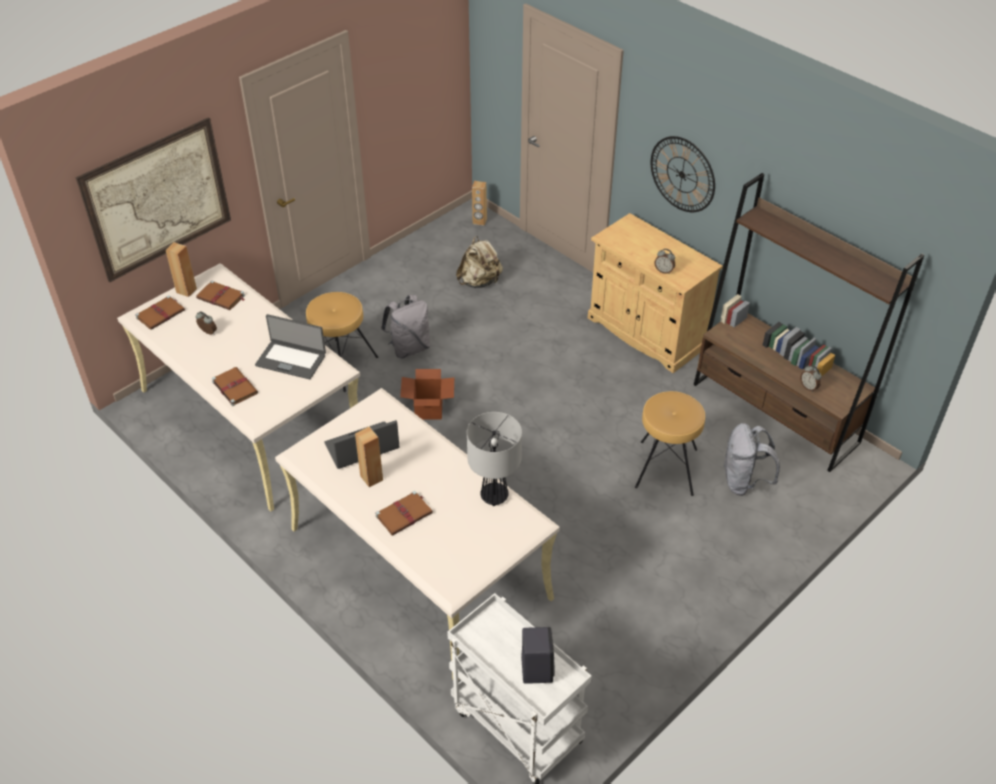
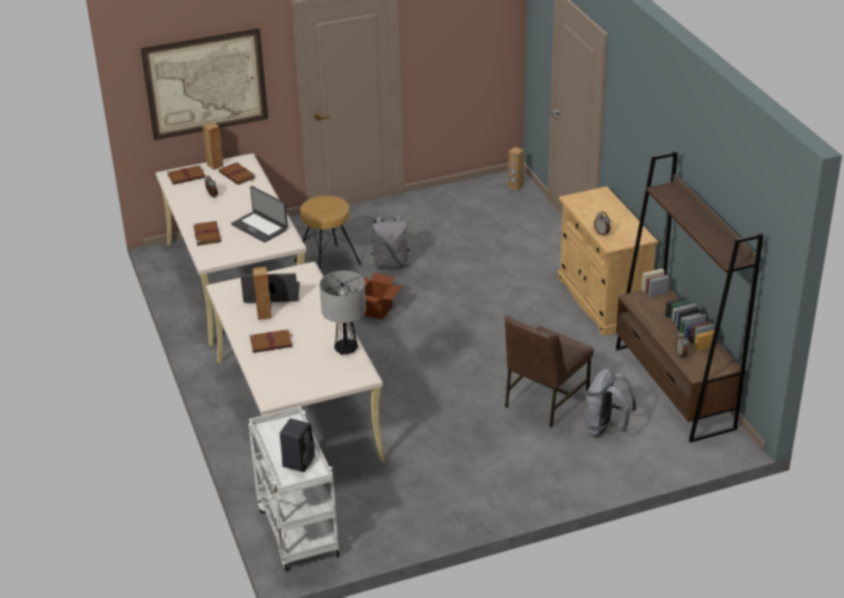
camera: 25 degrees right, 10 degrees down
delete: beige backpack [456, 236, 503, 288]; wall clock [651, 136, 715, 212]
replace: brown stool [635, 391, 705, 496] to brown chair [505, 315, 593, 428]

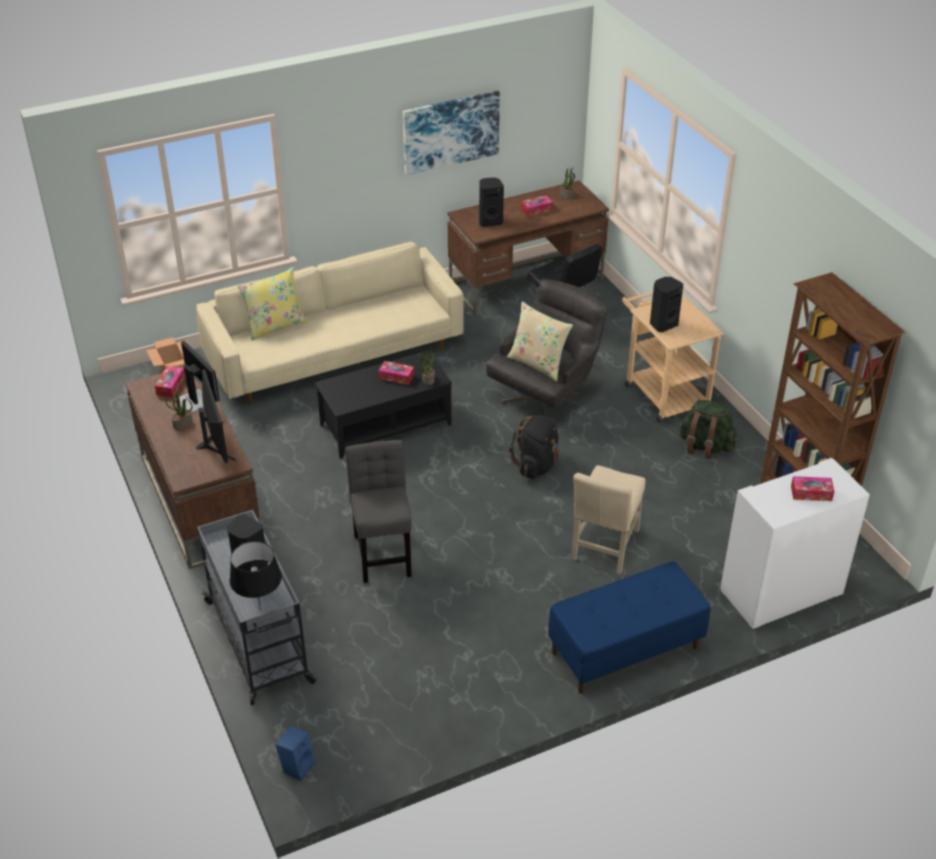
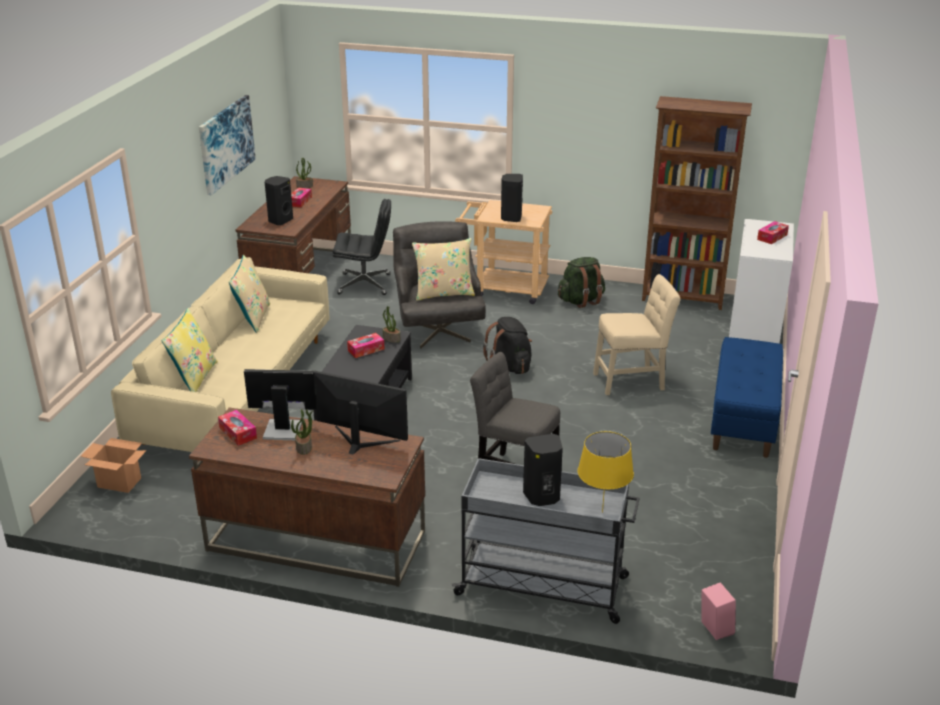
camera: 50 degrees left, 10 degrees down
insert: beige pillow [229, 255, 270, 333]
recolor: black table lamp [229, 541, 282, 611] to yellow table lamp [578, 431, 634, 513]; blue speaker [276, 726, 316, 781] to pink speaker [701, 582, 736, 640]
rotate: beige chair [571, 465, 646, 574] = [593, 274, 681, 395] 75 degrees counterclockwise

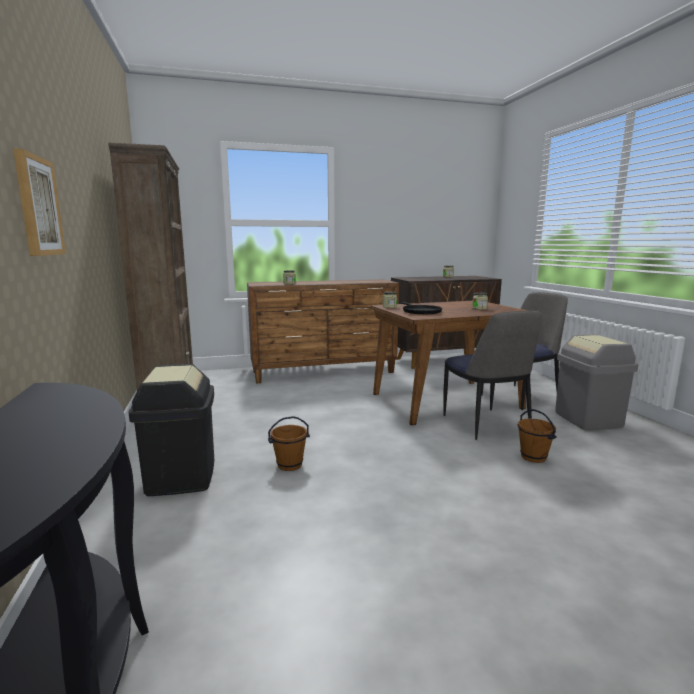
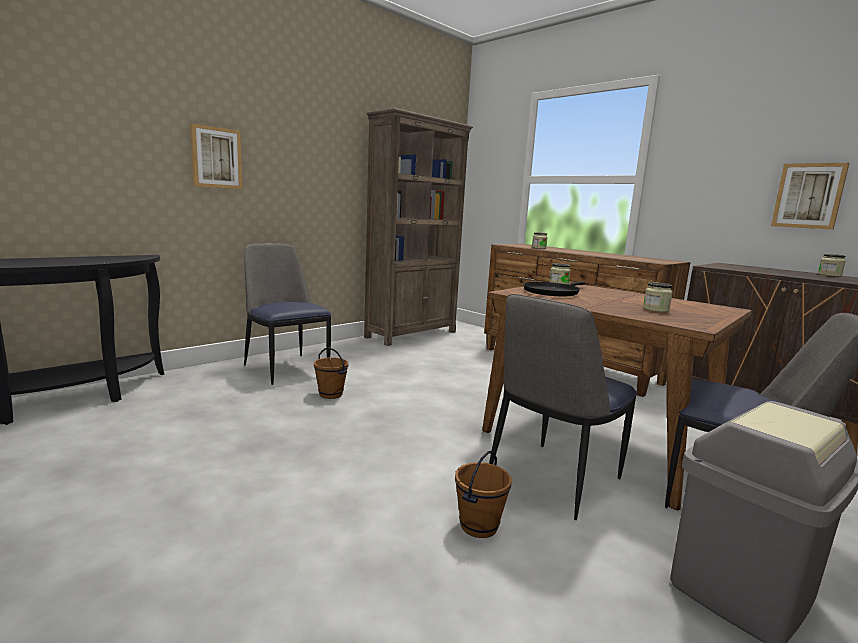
camera: 60 degrees right, 0 degrees up
insert: picture [771, 163, 849, 230]
replace: black trash can [128, 364, 214, 496] to chair [244, 243, 331, 385]

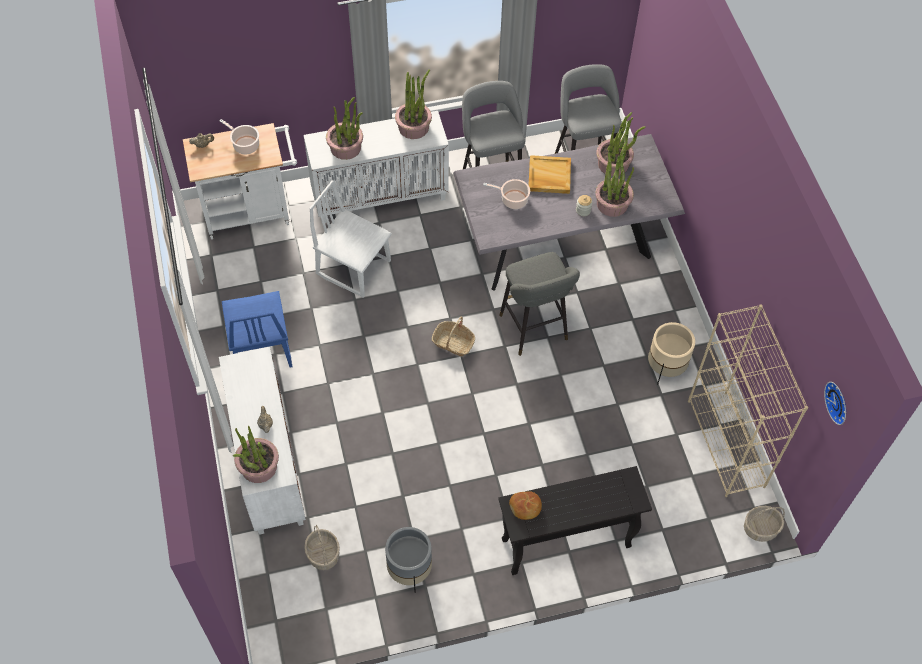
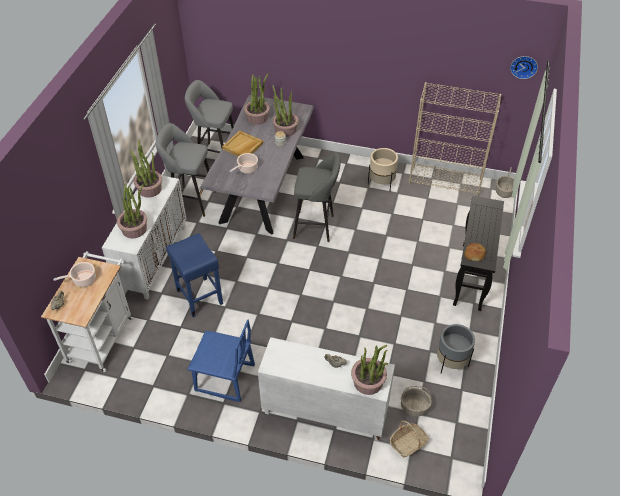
camera: 60 degrees left, 10 degrees down
move: basket [432, 316, 475, 356] to [390, 420, 429, 458]
replace: white chair [309, 180, 392, 298] to blue stool [166, 233, 223, 317]

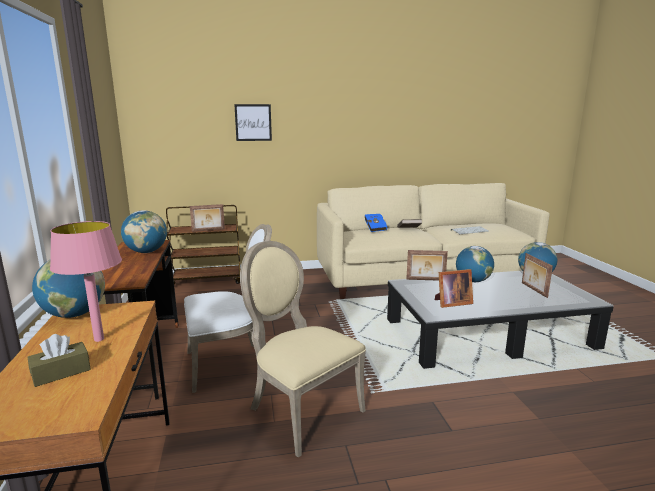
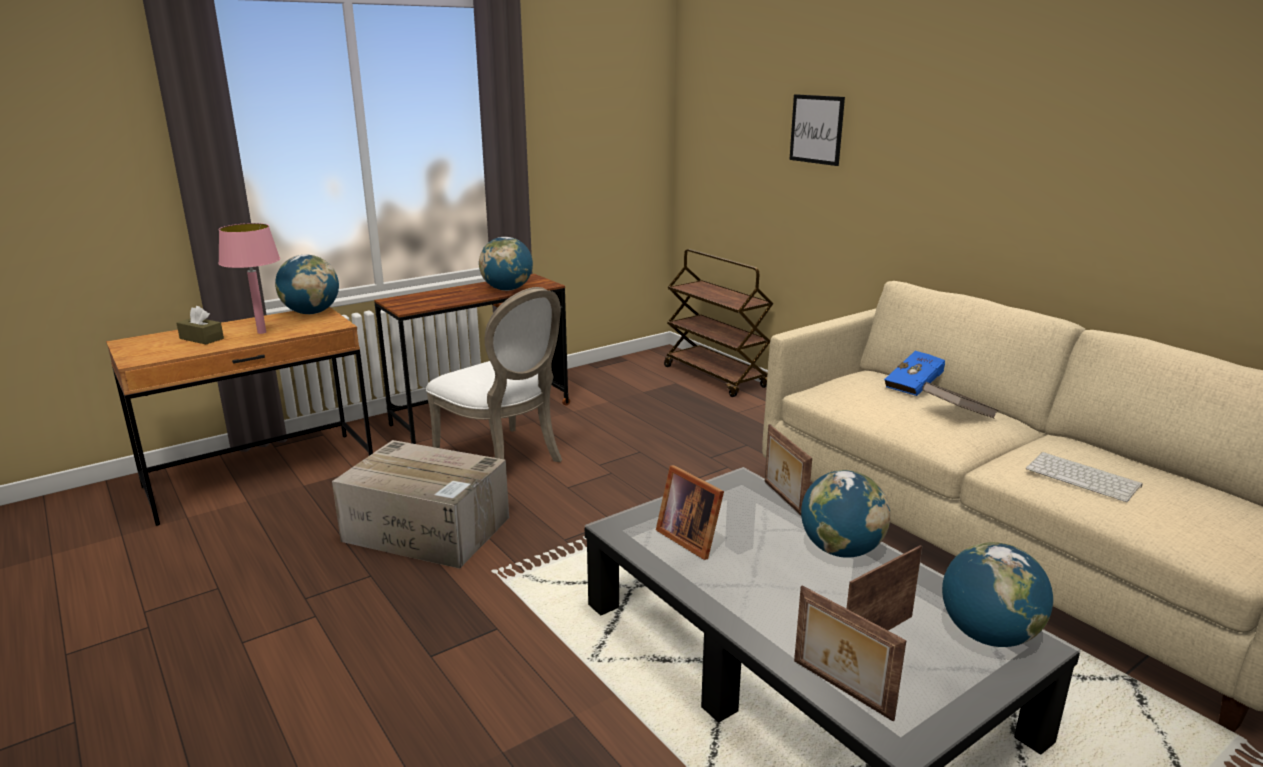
camera: 65 degrees right, 5 degrees up
move: picture frame [190, 204, 225, 232] to [794, 585, 906, 721]
replace: beige chair [240, 241, 366, 458] to cardboard box [332, 440, 509, 569]

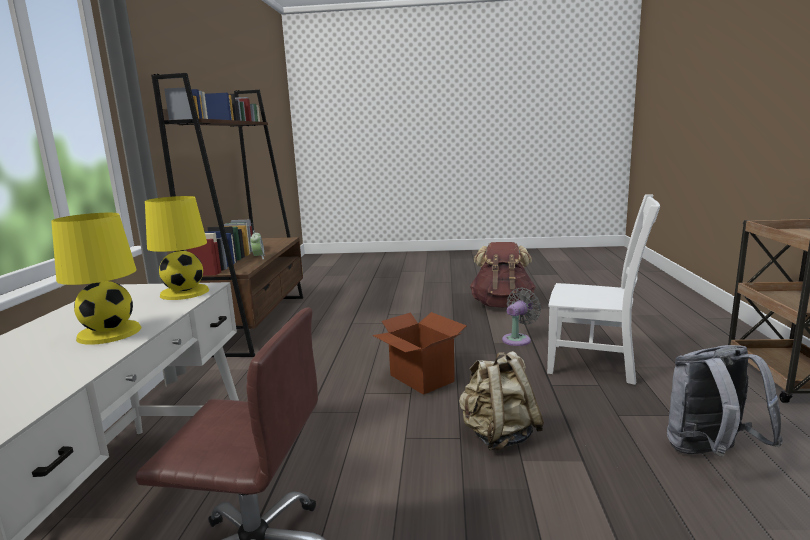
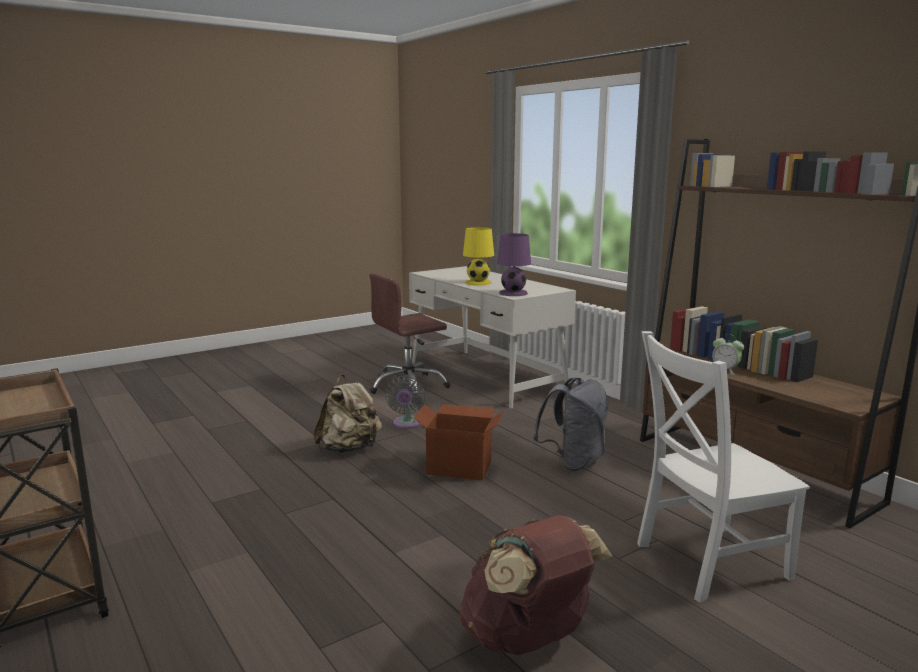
camera: 140 degrees right, 0 degrees up
move: grey fan [502, 287, 541, 346] to [385, 376, 425, 429]; white chair [547, 194, 660, 385] to [637, 331, 810, 603]; grey backpack [667, 345, 783, 457] to [533, 378, 609, 471]
recolor: yellow table lamp [145, 196, 209, 300] to purple table lamp [497, 233, 531, 296]

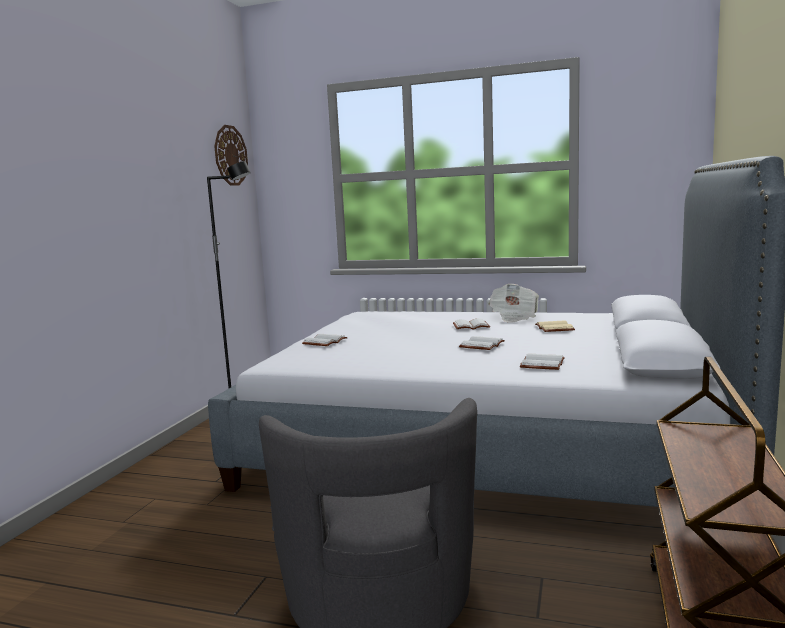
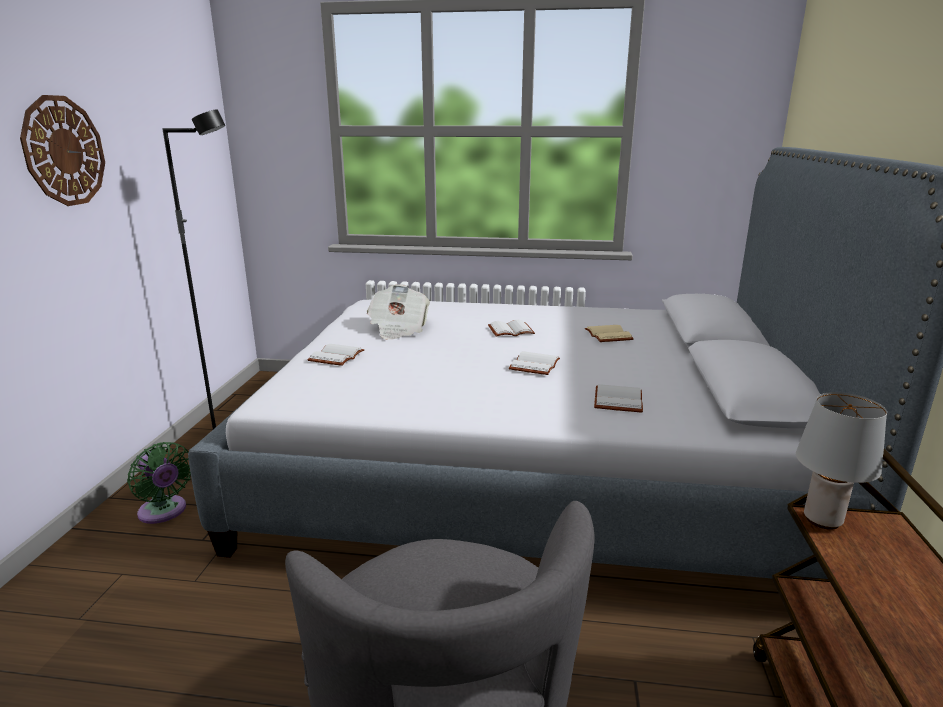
camera: 10 degrees left, 10 degrees up
insert: green fan [127, 442, 191, 524]; grey table lamp [796, 392, 887, 530]
move: wall clock [214, 125, 248, 186] to [20, 95, 105, 206]; newspaper [488, 284, 539, 323] to [367, 284, 430, 340]

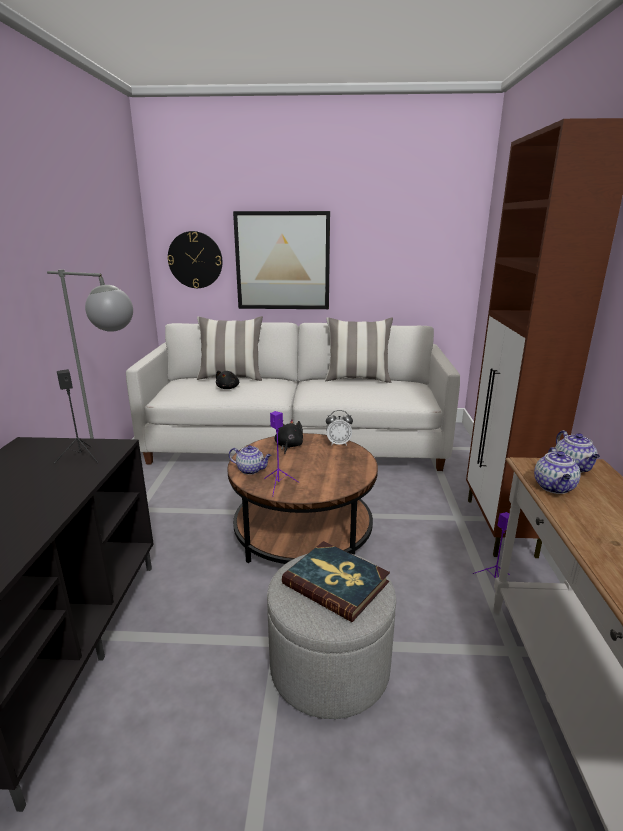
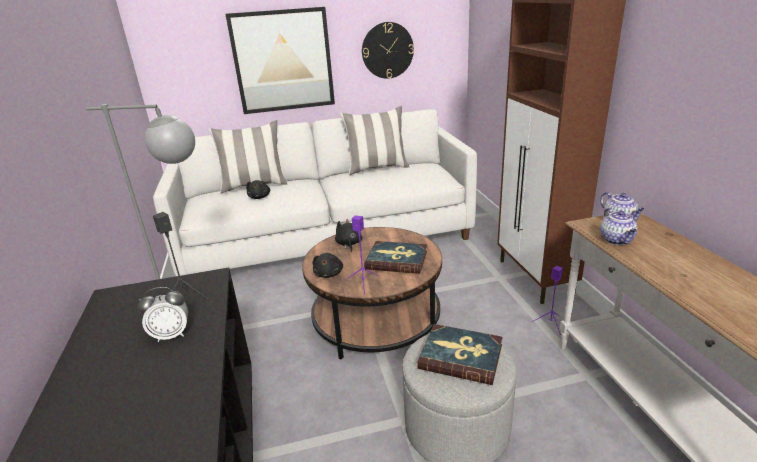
camera: 15 degrees left, 5 degrees up
insert: book [364, 241, 427, 274]
move: wall clock [168, 231, 223, 288] to [362, 22, 414, 79]; alarm clock [326, 410, 353, 446] to [137, 287, 188, 342]
replace: teapot [229, 445, 272, 475] to black plush toy [313, 253, 343, 278]

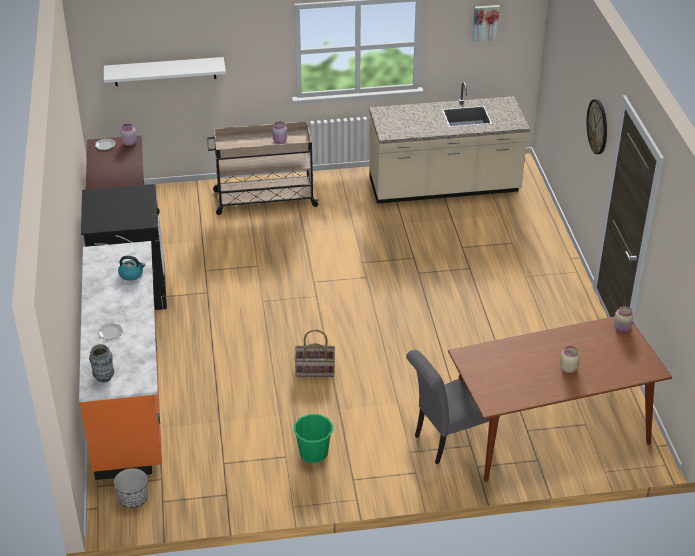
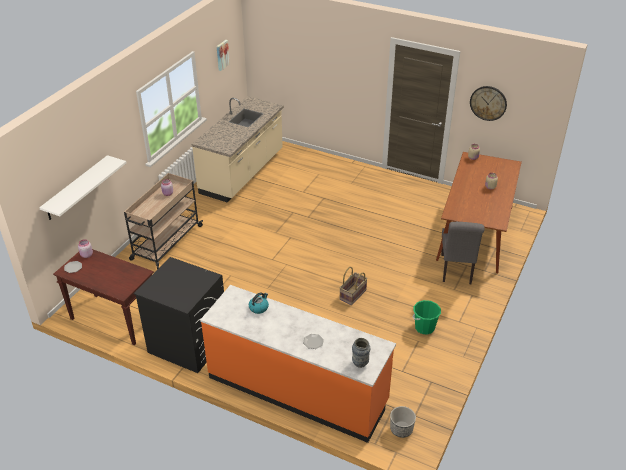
camera: 55 degrees left, 0 degrees up
move: wall clock [587, 99, 607, 154] to [470, 86, 507, 121]

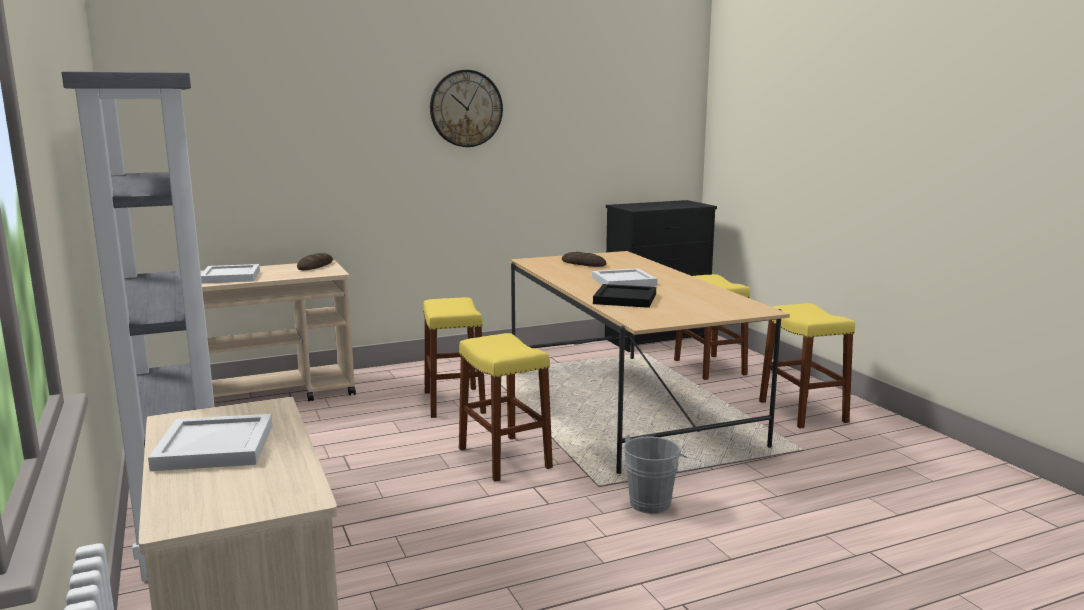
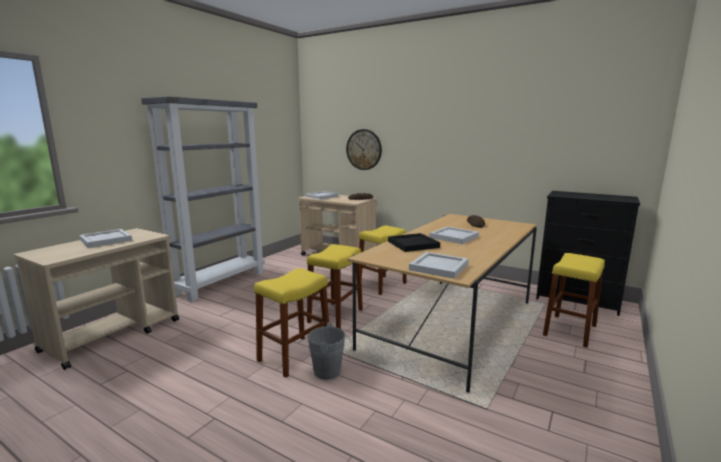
camera: 55 degrees right, 0 degrees up
insert: white tray [409, 252, 469, 279]
move: wall clock [430, 70, 503, 147] to [346, 129, 382, 170]; yellow stool [759, 303, 855, 429] to [254, 268, 329, 378]

